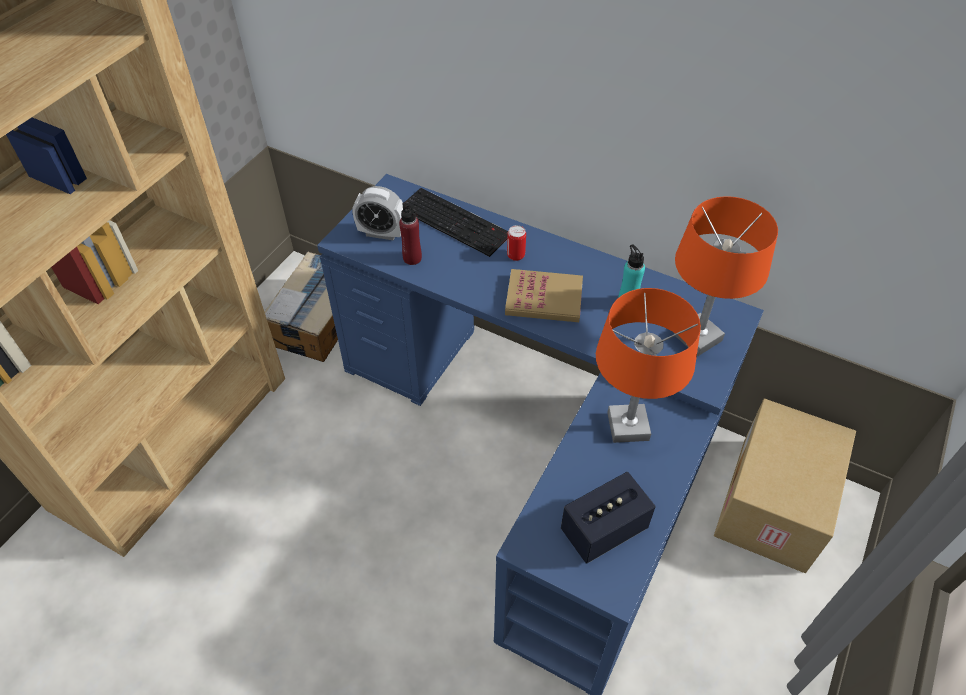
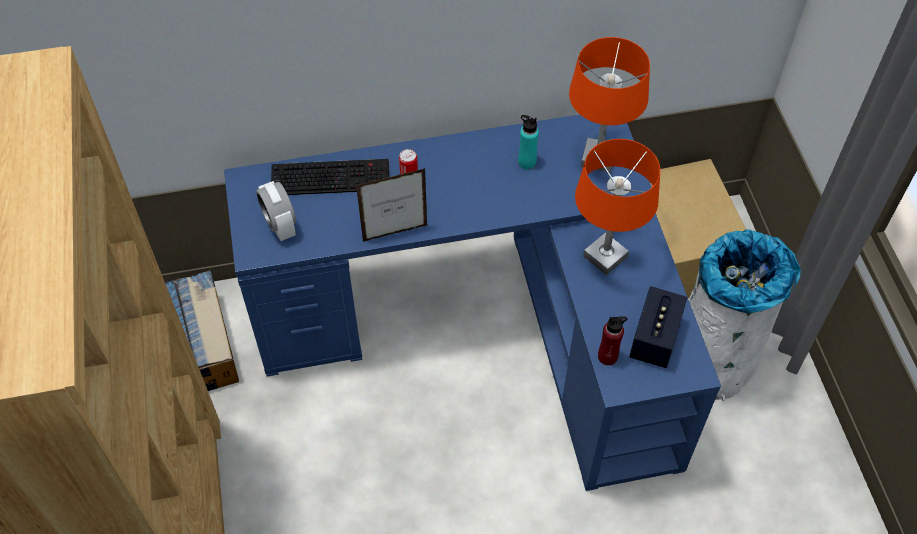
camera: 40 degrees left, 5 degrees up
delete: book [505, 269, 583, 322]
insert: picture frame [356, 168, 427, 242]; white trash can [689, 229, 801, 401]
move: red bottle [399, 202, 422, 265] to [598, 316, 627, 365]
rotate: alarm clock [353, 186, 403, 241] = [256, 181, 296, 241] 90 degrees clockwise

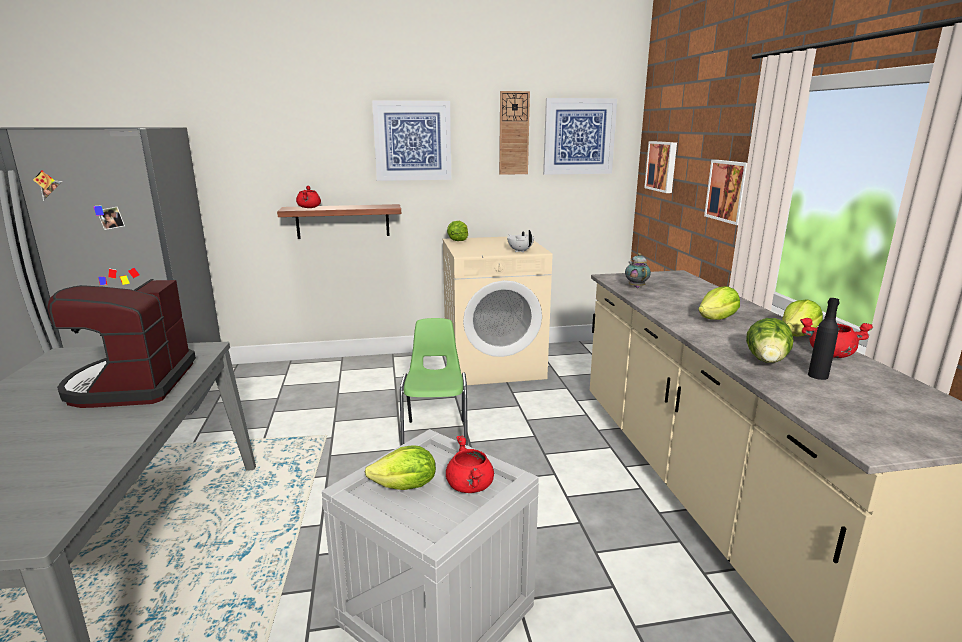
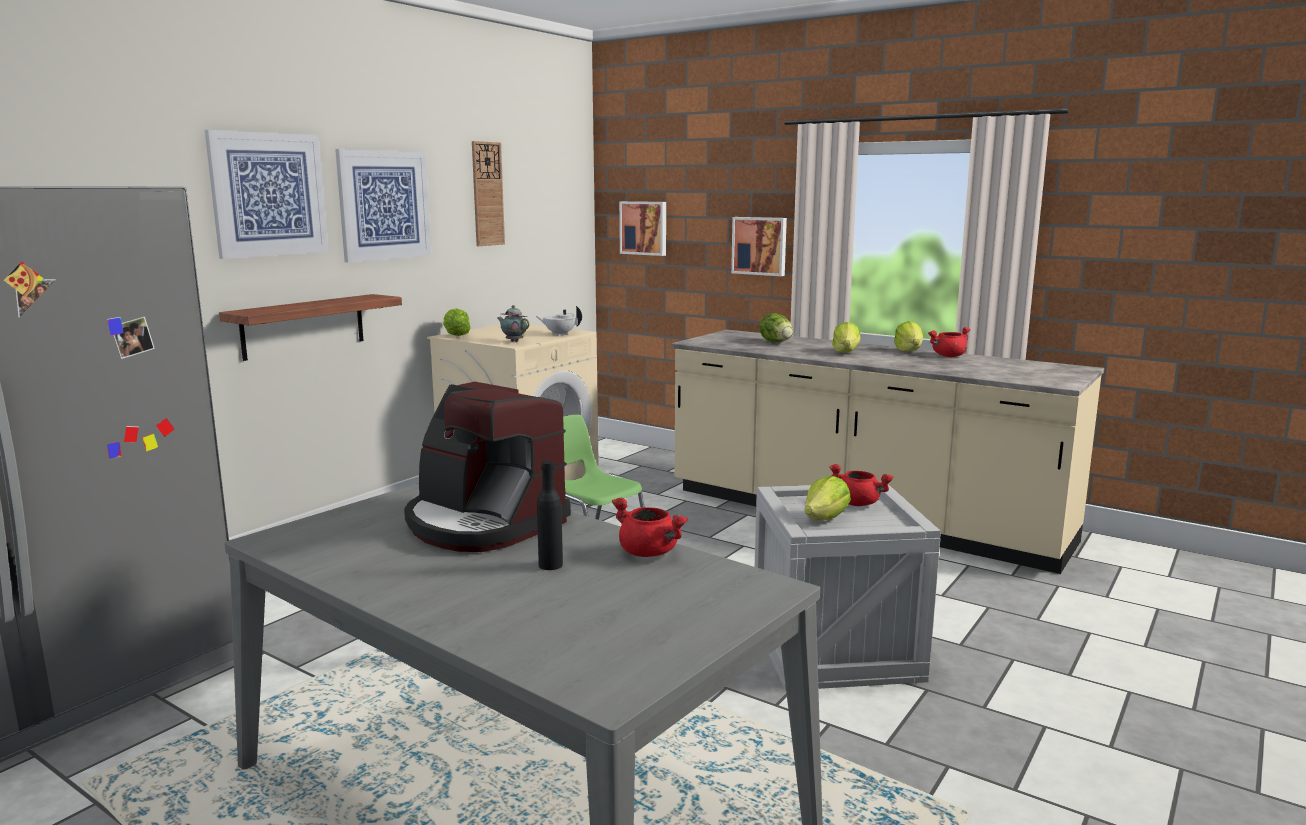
camera: 45 degrees left, 5 degrees down
move: red cooking pot [296, 186, 321, 208] to [612, 498, 688, 557]; picture [543, 98, 617, 175] to [205, 130, 329, 259]; teapot [625, 253, 651, 288] to [497, 305, 529, 342]; lettuce [746, 318, 793, 363] to [760, 313, 793, 342]; black bottle [808, 298, 840, 380] to [537, 461, 563, 570]

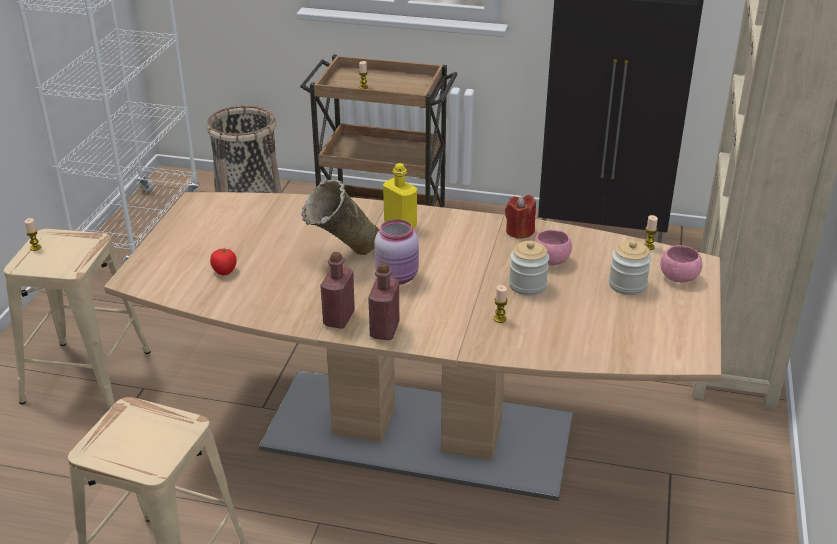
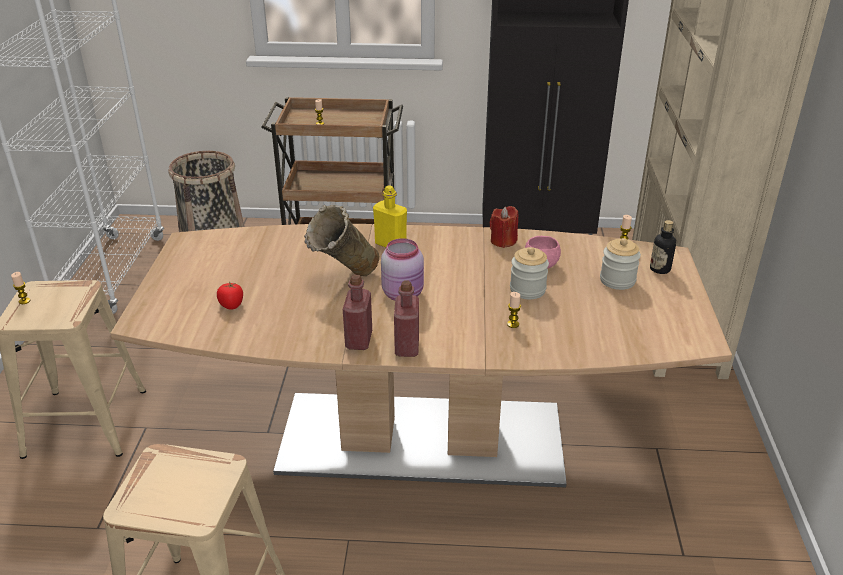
camera: 10 degrees left, 0 degrees up
replace: pink bowl [660, 245, 702, 282] to bottle [650, 220, 676, 274]

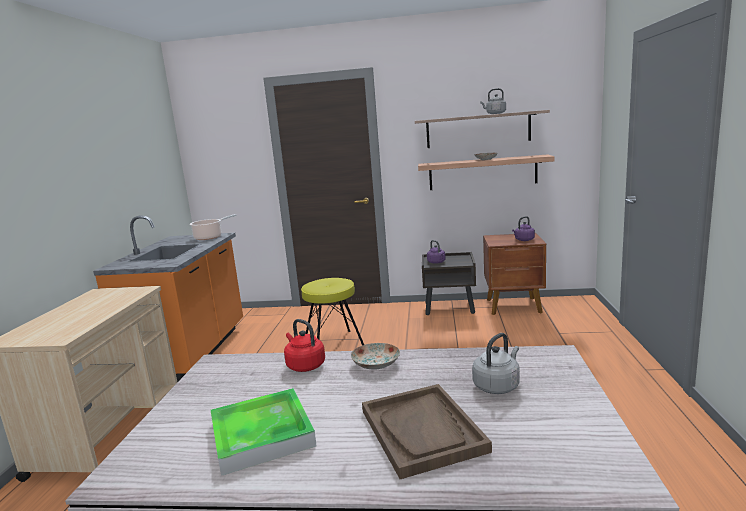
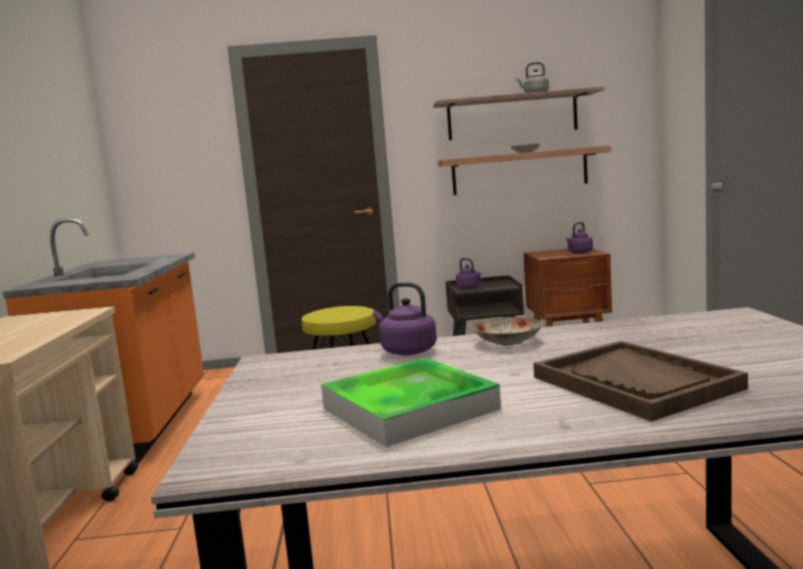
camera: 10 degrees left, 5 degrees down
delete: cooking pot [189, 214, 237, 240]; grey kettle [472, 333, 520, 394]
recolor: red kettle [284, 319, 325, 372] to purple kettle [373, 282, 437, 355]

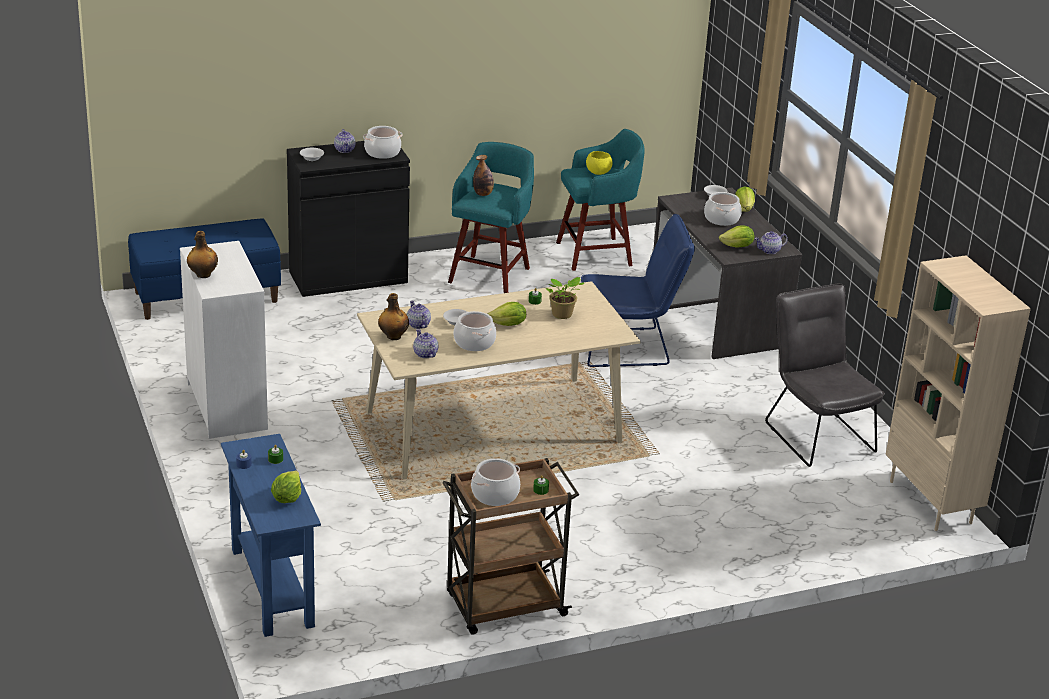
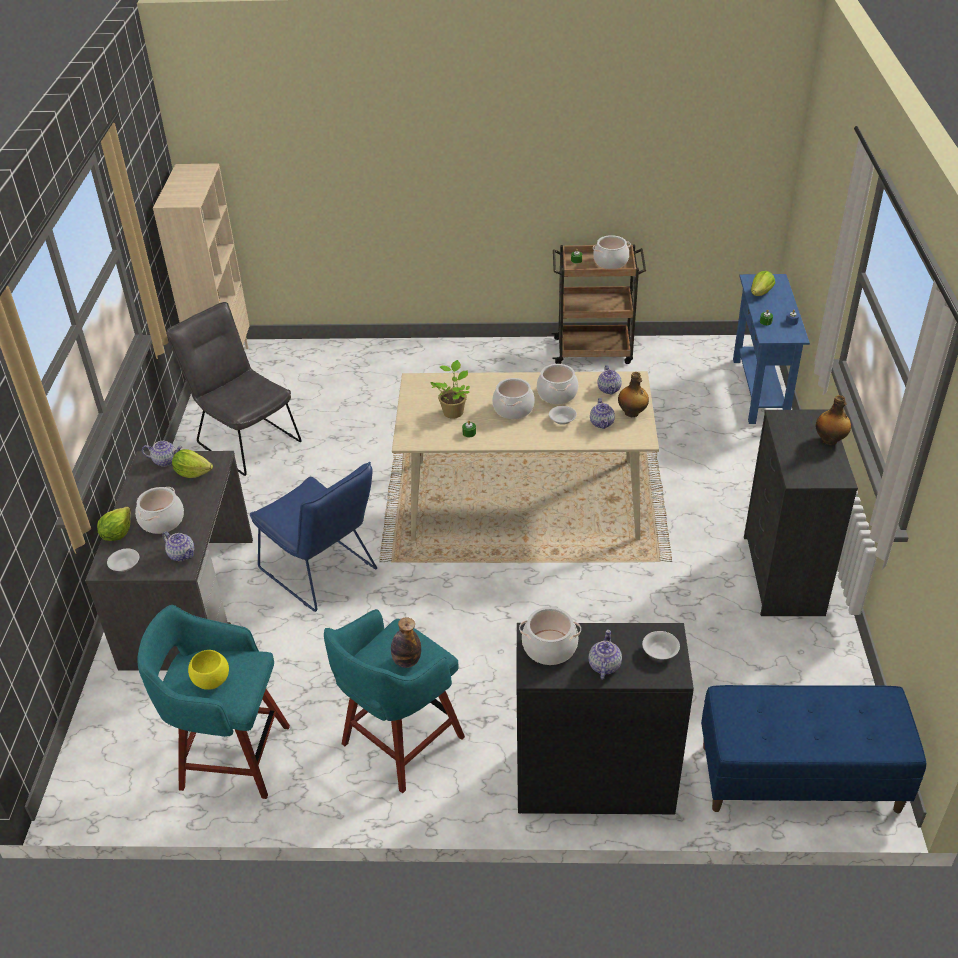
camera: 155 degrees left, 10 degrees up
insert: teapot [162, 531, 194, 561]
replace: lettuce [487, 302, 526, 326] to cooking pot [492, 378, 535, 419]
recolor: white dresser [180, 241, 268, 439] to black dresser [744, 409, 858, 616]
rotate: blue chair [581, 214, 695, 367] = [250, 462, 377, 612] 150 degrees counterclockwise; grey chair [765, 284, 885, 467] = [166, 302, 302, 476] 135 degrees clockwise

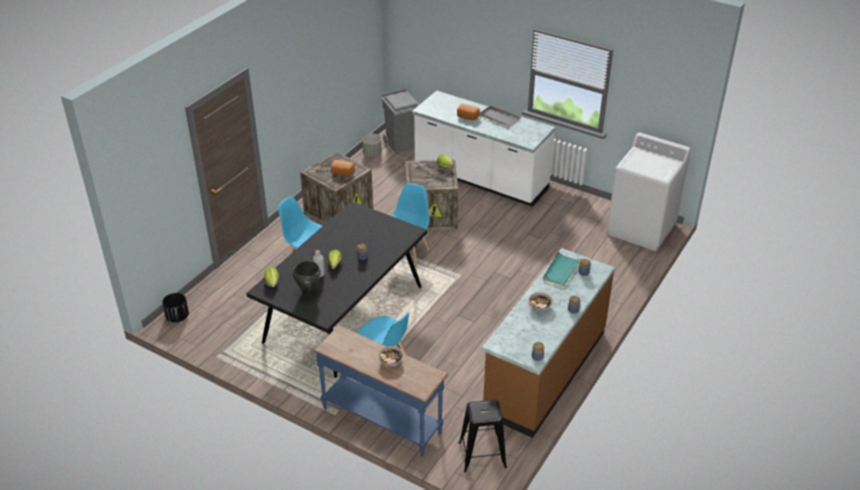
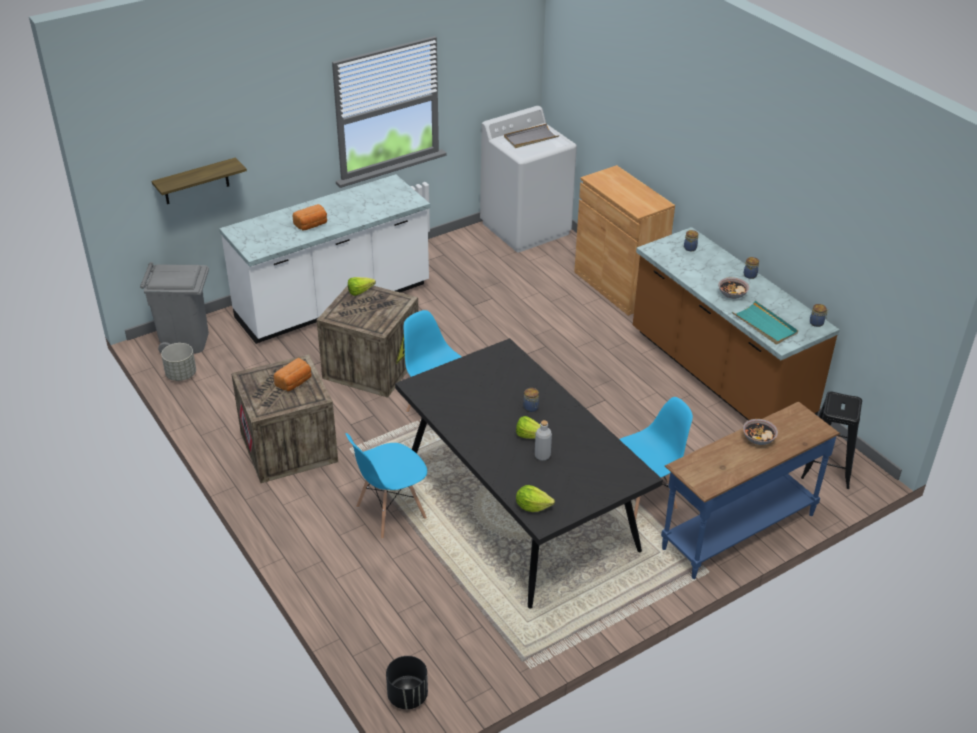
camera: 65 degrees left, 0 degrees up
delete: black cooking pot [293, 261, 321, 295]
insert: shelf [152, 157, 247, 204]; brown cabinet [574, 165, 675, 316]
move: grey tray [480, 106, 521, 127] to [504, 124, 559, 148]; turquoise tray [543, 251, 582, 286] to [732, 301, 798, 345]

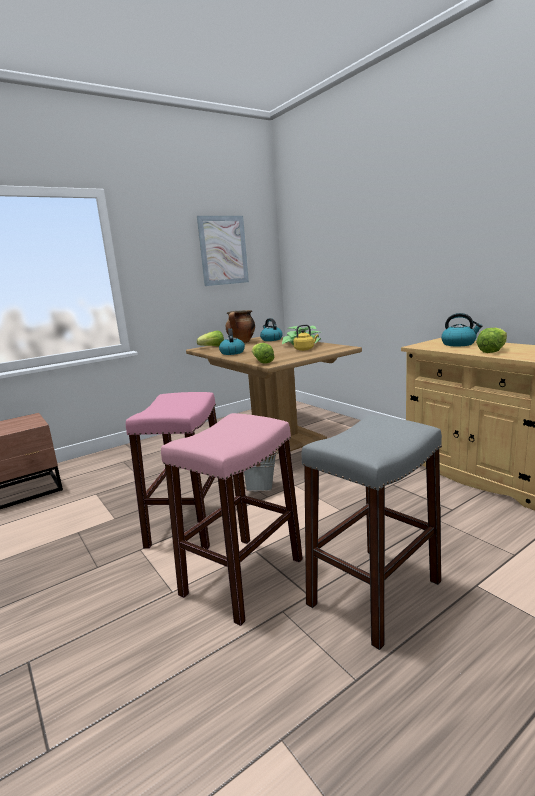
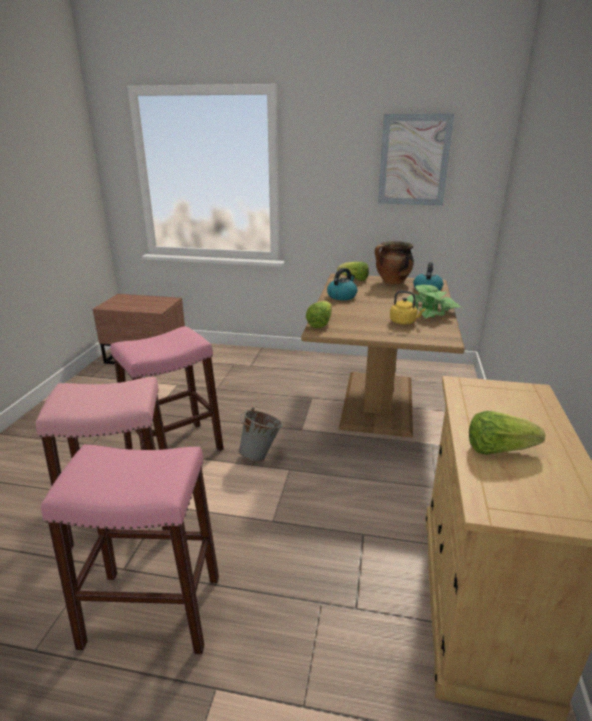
camera: 45 degrees right, 10 degrees up
delete: kettle [441, 313, 482, 346]
recolor: grey stool [302, 415, 442, 650] to pink stool [41, 444, 219, 654]

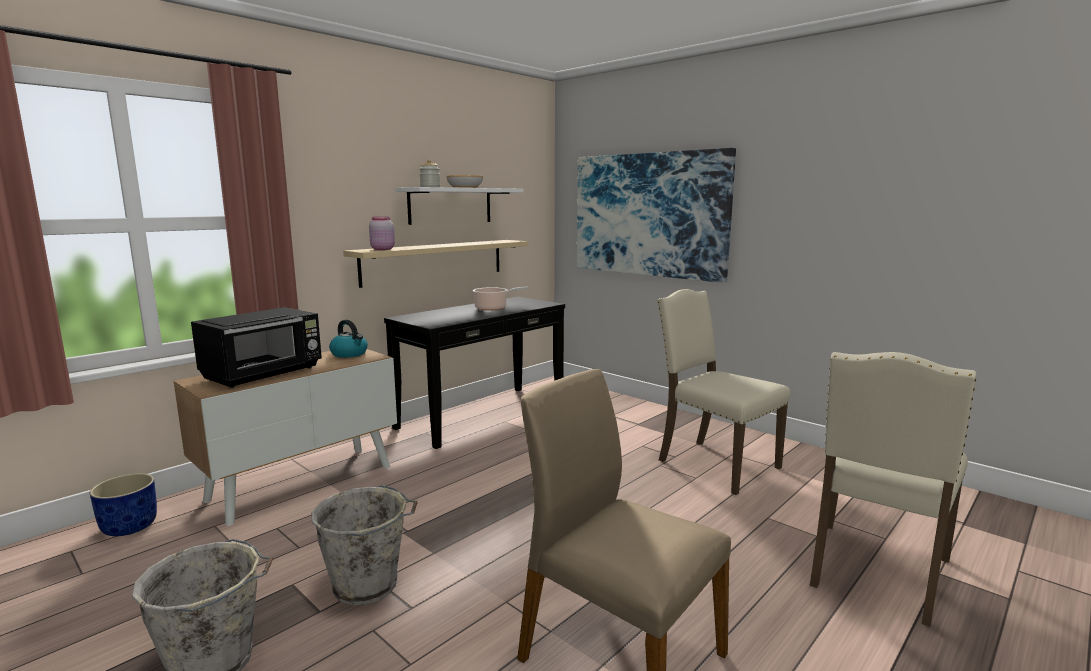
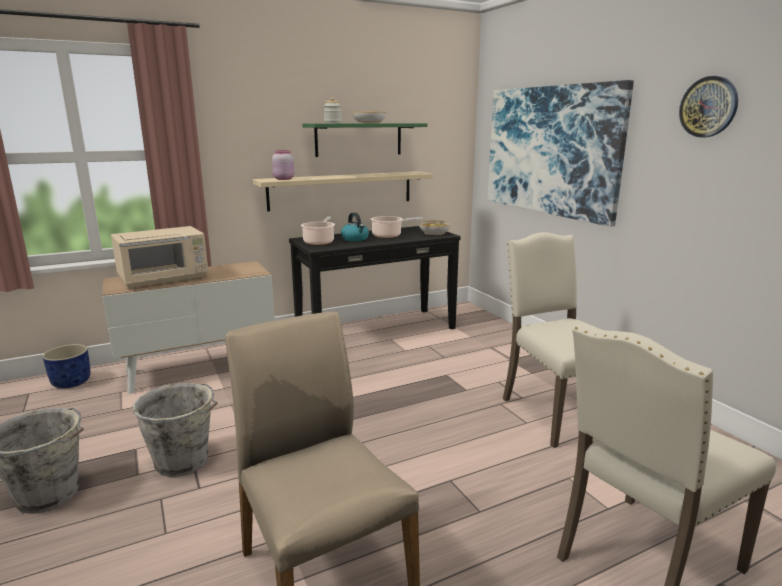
camera: 20 degrees right, 5 degrees up
insert: cooking pot [301, 217, 335, 245]; bowl [419, 220, 451, 235]; wall clock [679, 76, 738, 137]
move: kettle [329, 320, 368, 358] to [341, 212, 369, 241]
recolor: black microwave [191, 307, 322, 388] to beige microwave [111, 226, 208, 289]; white shelf [395, 187, 524, 225] to green shelf [302, 123, 428, 157]

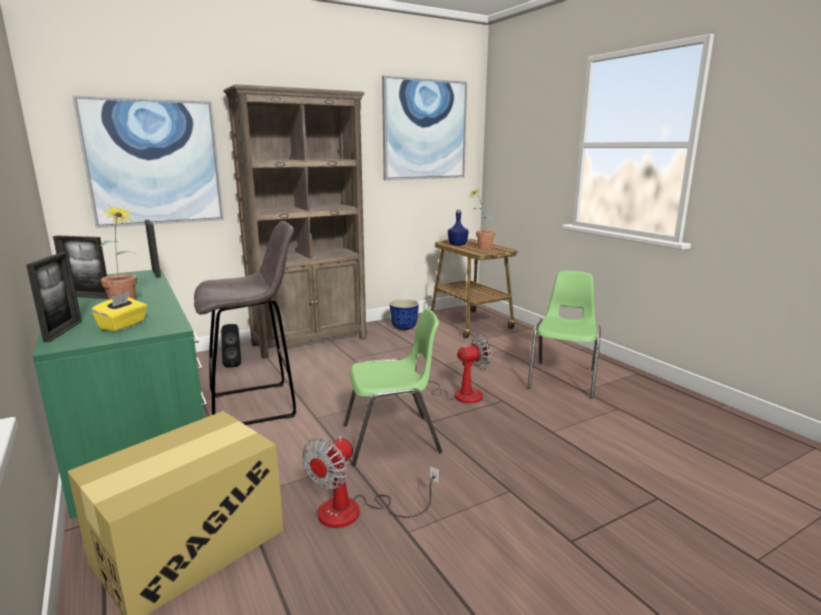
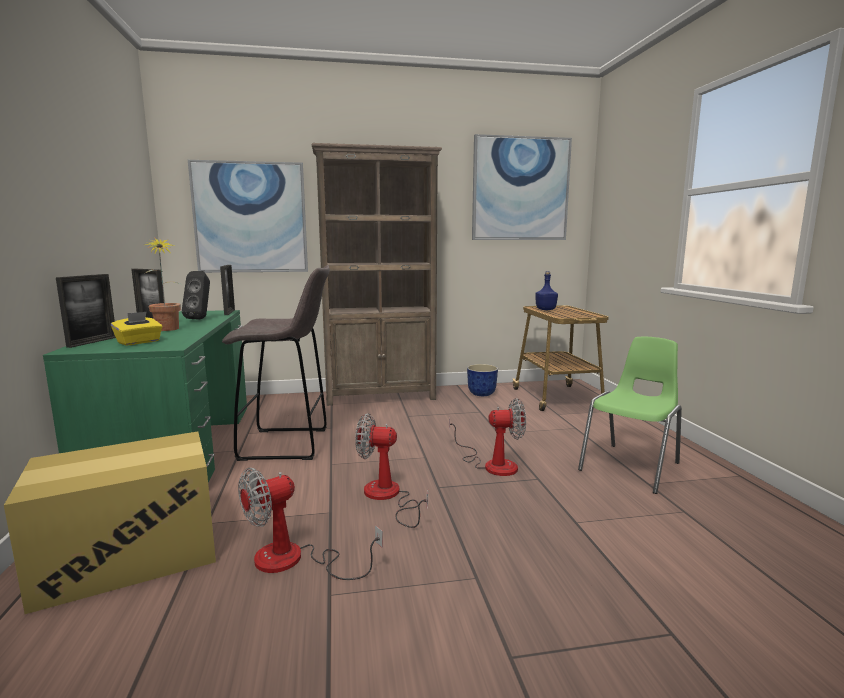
camera: 20 degrees right, 5 degrees down
delete: potted plant [468, 187, 495, 249]
move: black speaker [221, 324, 241, 368] to [182, 271, 210, 320]
replace: green chair [344, 308, 442, 466] to fan [355, 413, 428, 528]

